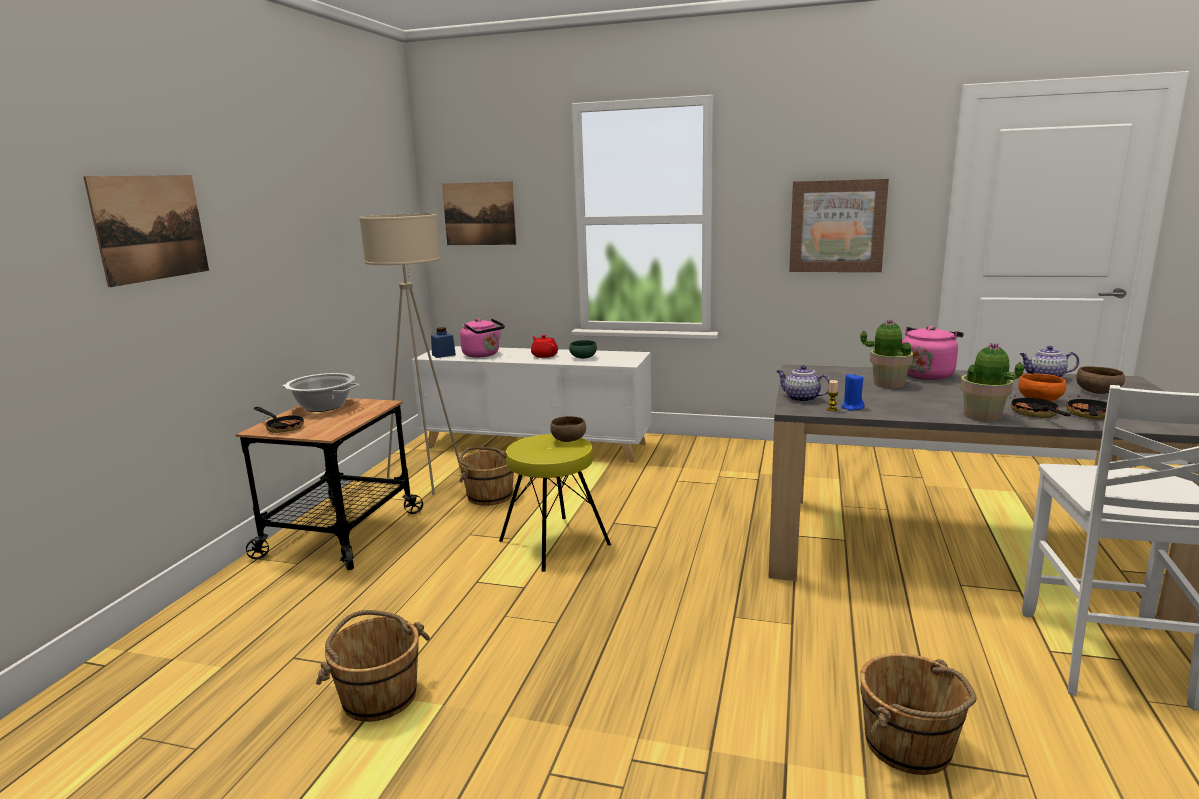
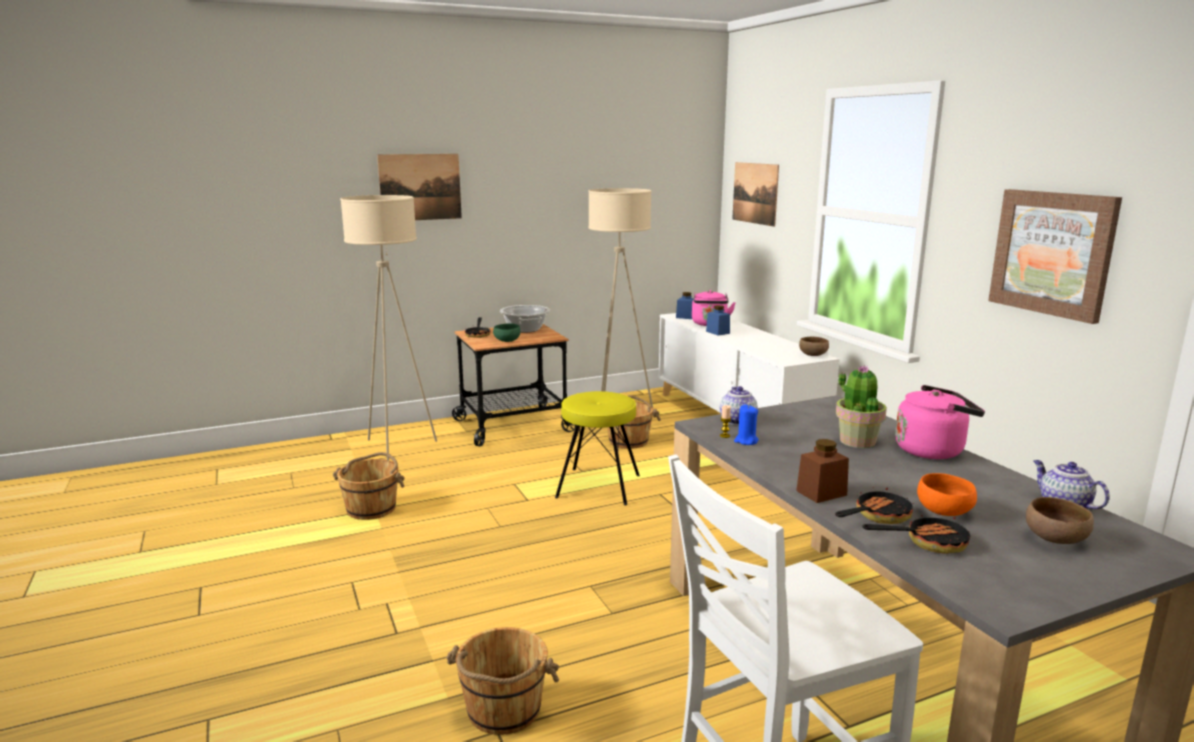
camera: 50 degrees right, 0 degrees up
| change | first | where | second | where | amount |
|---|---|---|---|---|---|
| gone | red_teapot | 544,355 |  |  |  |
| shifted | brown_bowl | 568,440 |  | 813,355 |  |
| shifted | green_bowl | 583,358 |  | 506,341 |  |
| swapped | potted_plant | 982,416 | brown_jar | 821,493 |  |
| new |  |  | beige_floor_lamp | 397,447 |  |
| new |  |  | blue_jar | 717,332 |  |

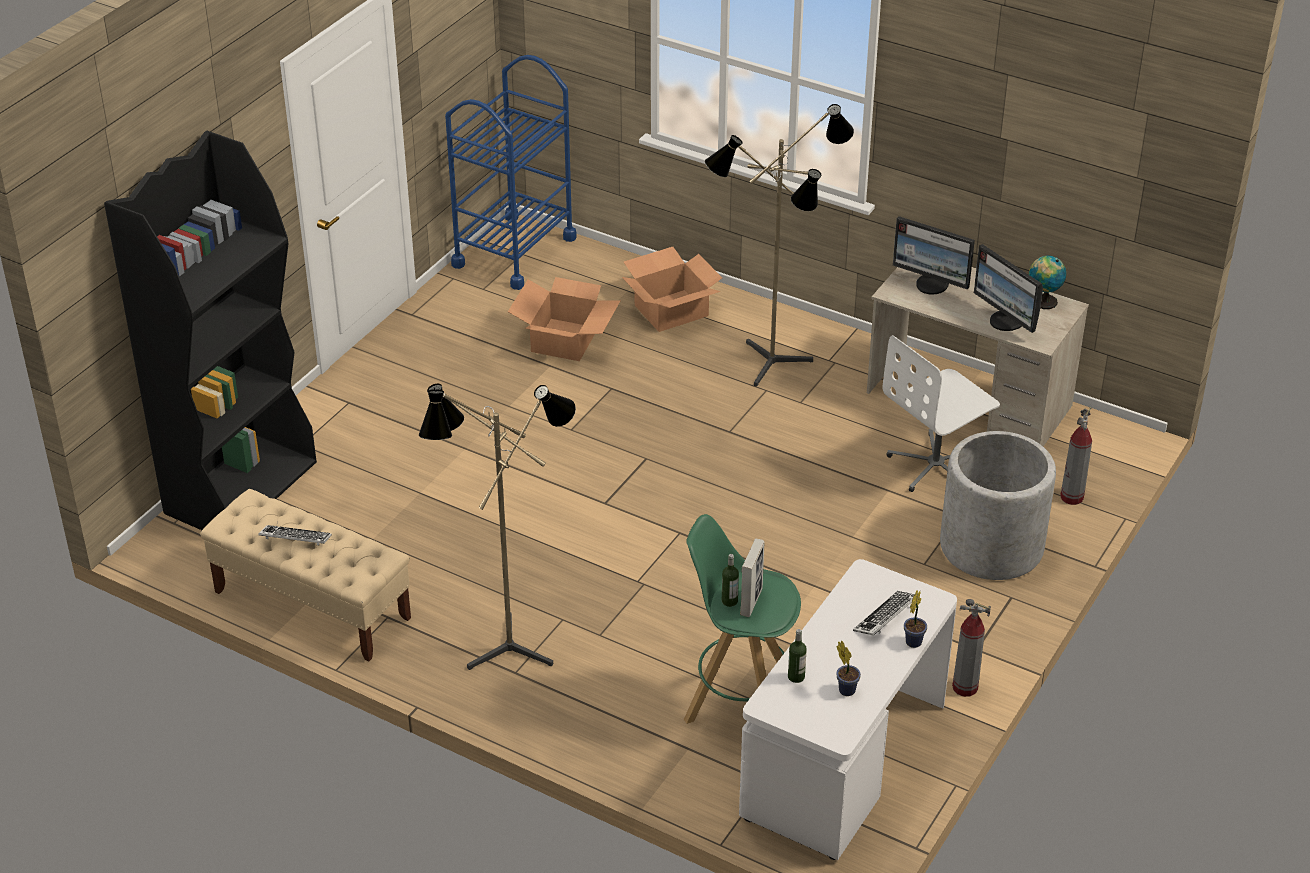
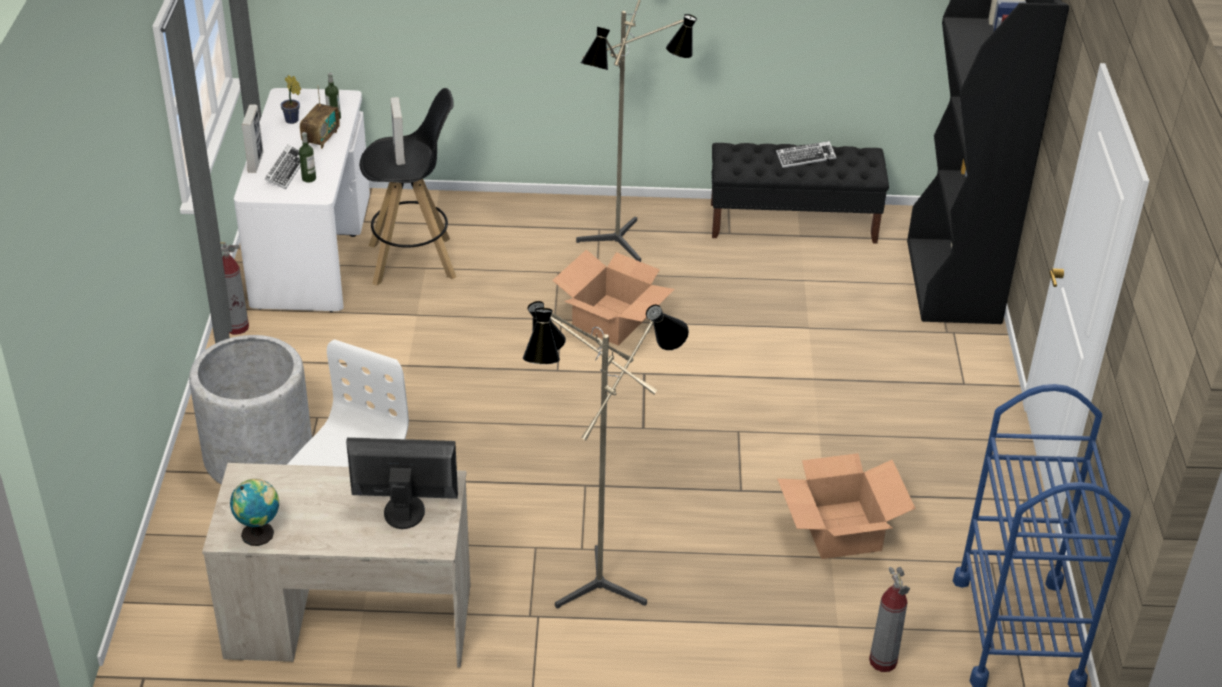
camera: 150 degrees right, 0 degrees up
| change | first | where | second | where | amount |
|---|---|---|---|---|---|
| repainted | beige_bench | 311,605 | black_bench | 793,223 |  |
| shifted | cardboard_box | 670,310 |  | 612,320 |  |
| repainted | green_stool | 740,704 | black_stool | 413,261 |  |
| shifted | bottle | 729,601 |  | 309,178 |  |
| swapped | potted_plant | 914,641 | picture_frame | 255,162 |  |
| gone | monitor | 1006,321 |  |  |  |
| shifted | fire_extinguisher | 1071,497 |  | 882,661 |  |
| new |  |  | radio | 321,138 |  |

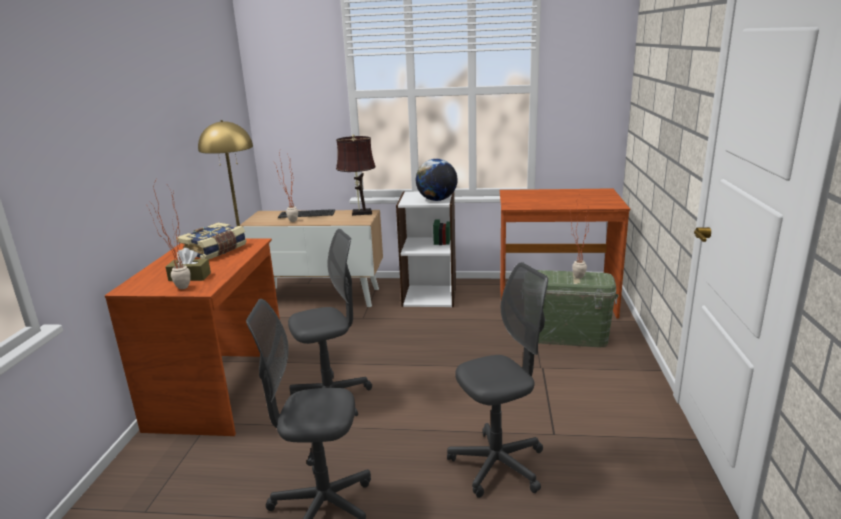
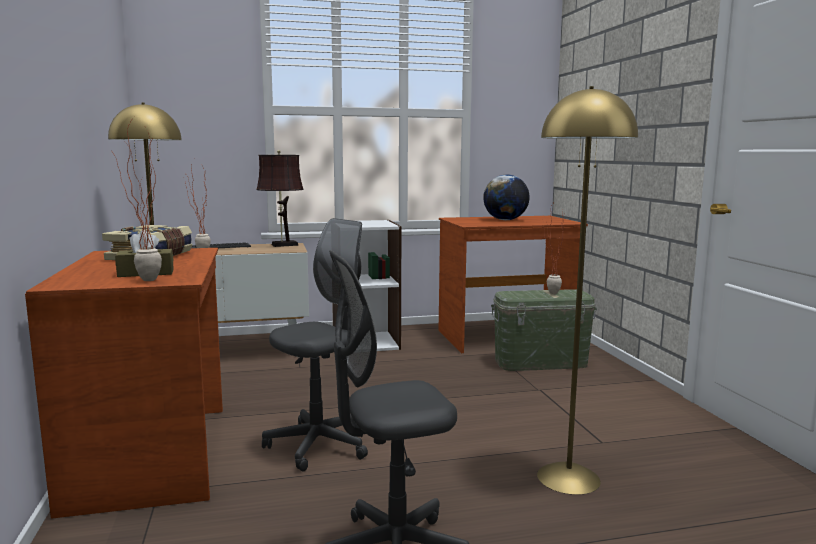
camera: 20 degrees left, 10 degrees down
| change | first | where | second | where | amount |
|---|---|---|---|---|---|
| shifted | globe | 437,200 |  | 505,220 |  |
| swapped | grey_office_chair | 498,465 | yellow_floor_lamp | 568,478 |  |

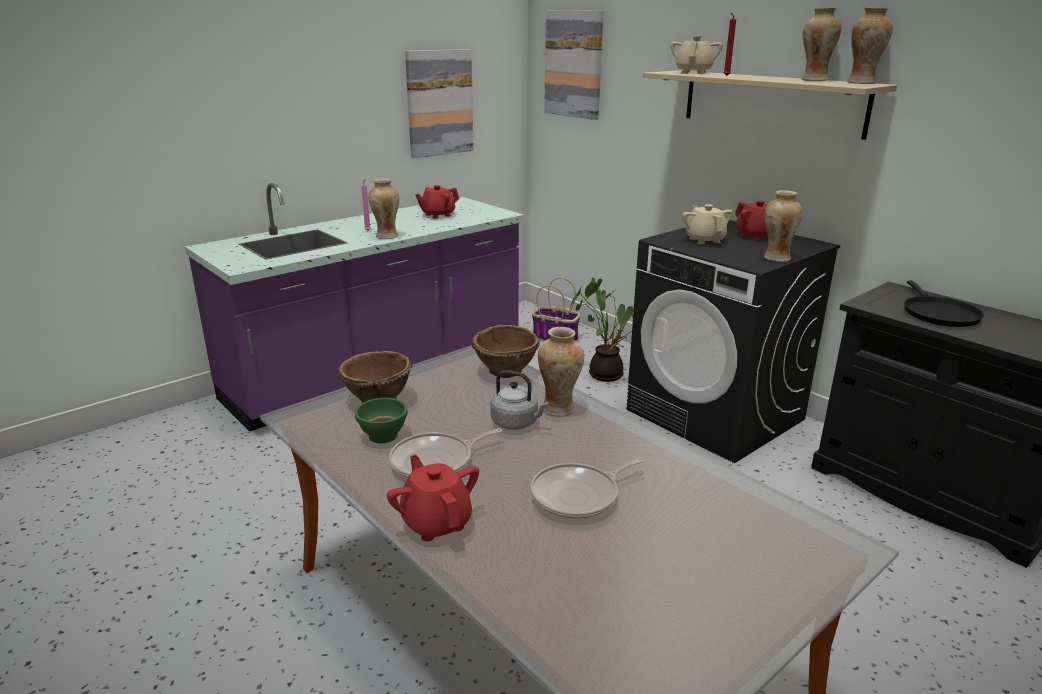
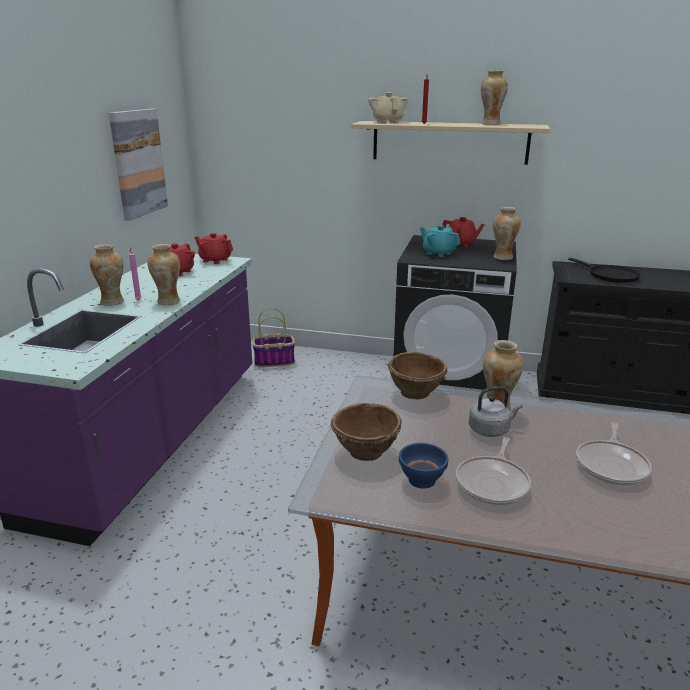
camera: 35 degrees left, 0 degrees up
| change | first | where | second | where | amount |
|---|---|---|---|---|---|
| repainted | green_bowl | 382,436 | blue_bowl | 421,480 |  |
| shifted | red_teapot | 436,522 |  | 215,260 |  |
| gone | picture | 574,64 |  |  |  |
| gone | potted_plant | 607,374 |  |  |  |
| repainted | beige_teapot | 704,240 | turquoise_teapot | 438,253 |  |
| shifted | vase | 862,83 |  | 113,302 |  |

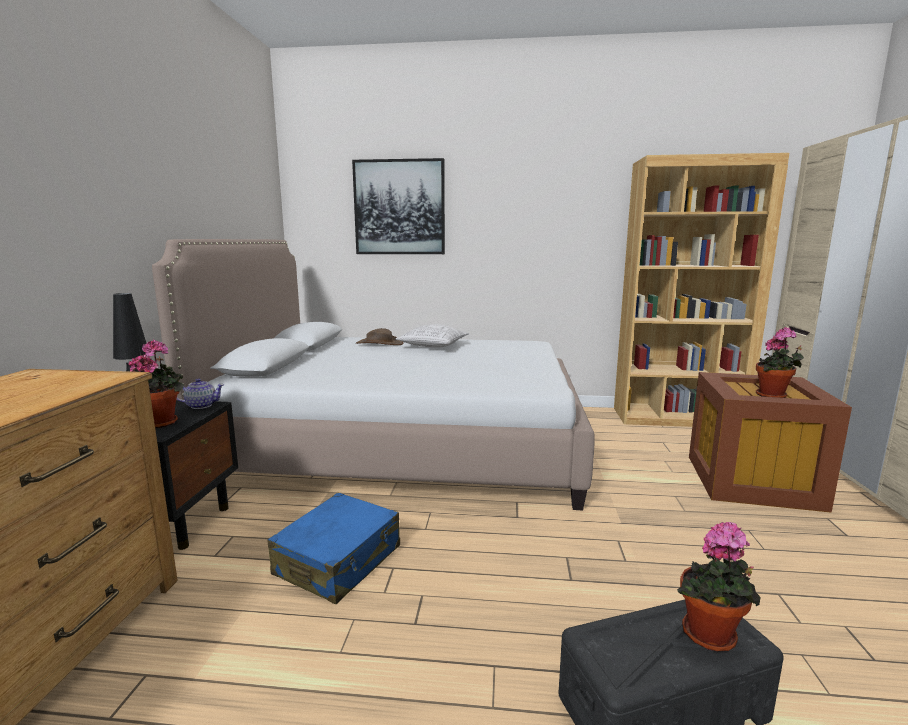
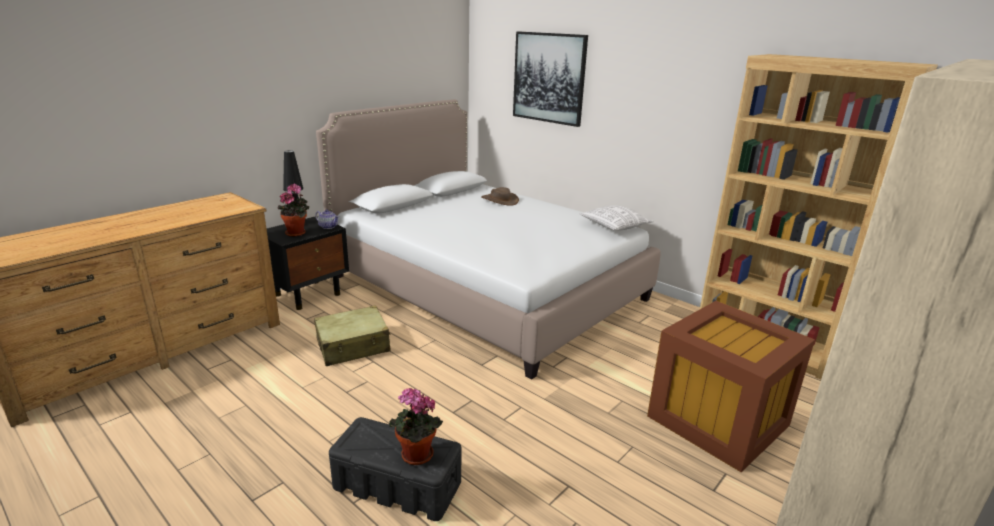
camera: 35 degrees right, 10 degrees up
| change | first | where | second | where | amount |
|---|---|---|---|---|---|
| repainted | blue_suitcase | 339,561 | beige_suitcase | 353,346 |  |
| shifted | pillow | 432,346 |  | 614,227 |  |
| gone | potted_plant | 773,396 |  |  |  |

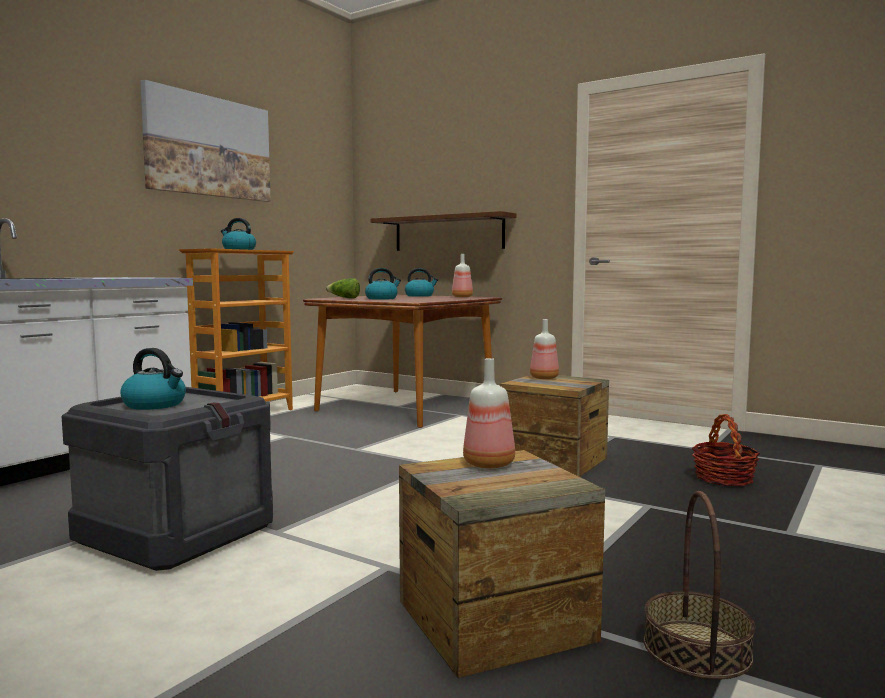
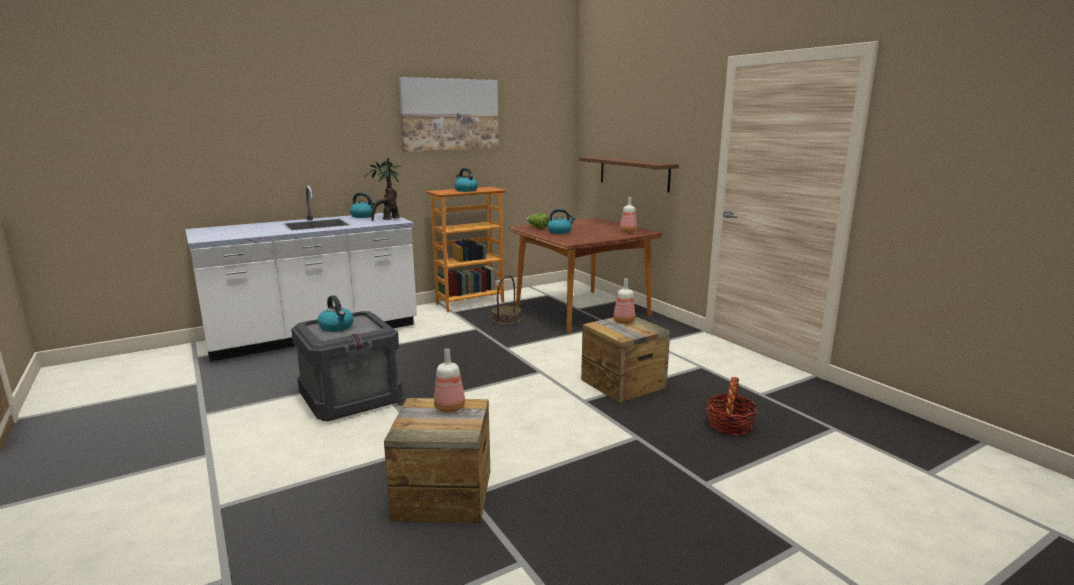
camera: 25 degrees right, 10 degrees up
| change | first | where | second | where | amount |
|---|---|---|---|---|---|
| shifted | kettle | 420,296 |  | 363,216 |  |
| shifted | basket | 697,649 |  | 506,319 |  |
| new |  |  | potted_plant | 388,219 |  |

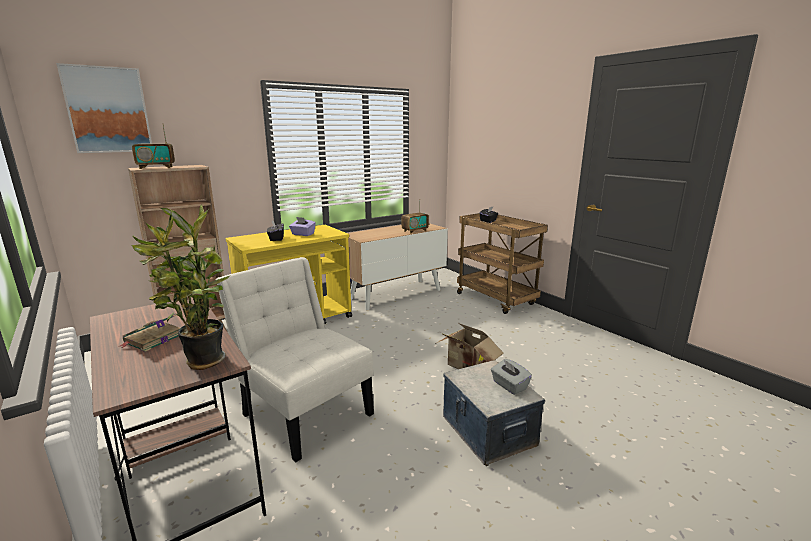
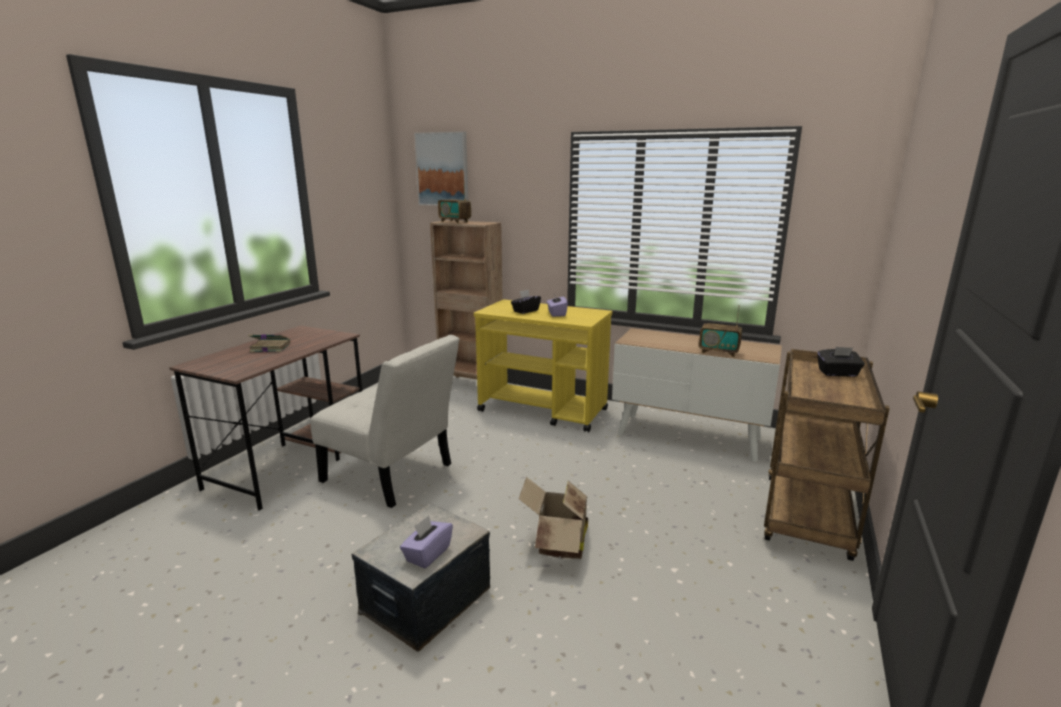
camera: 60 degrees right, 0 degrees up
| change | first | where | second | where | amount |
|---|---|---|---|---|---|
| gone | potted_plant | 201,363 |  |  |  |
| rotated | white_chair | 304,411 |  | 392,475 | 105 degrees clockwise |
| repainted | grey_tissue_box | 509,385 | purple_tissue_box | 427,554 |  |

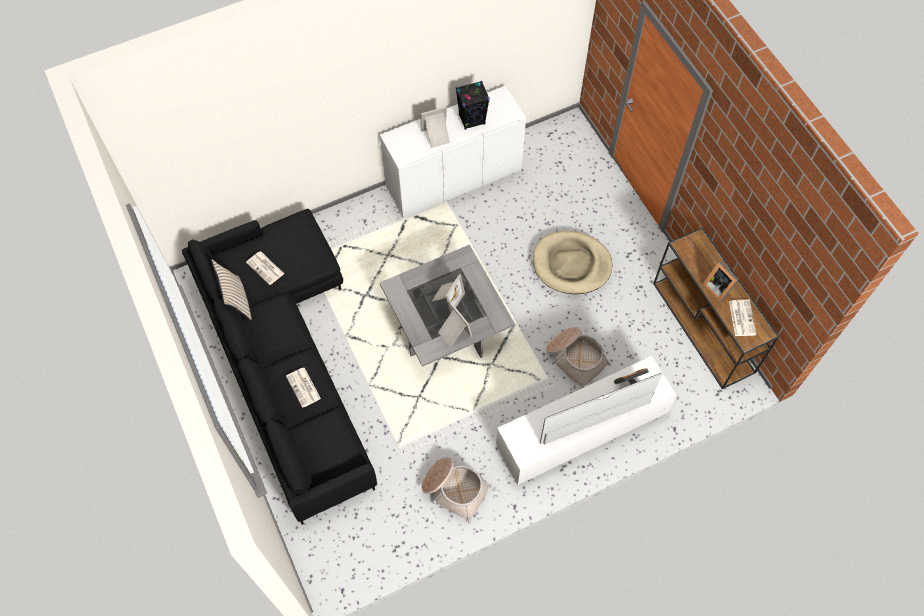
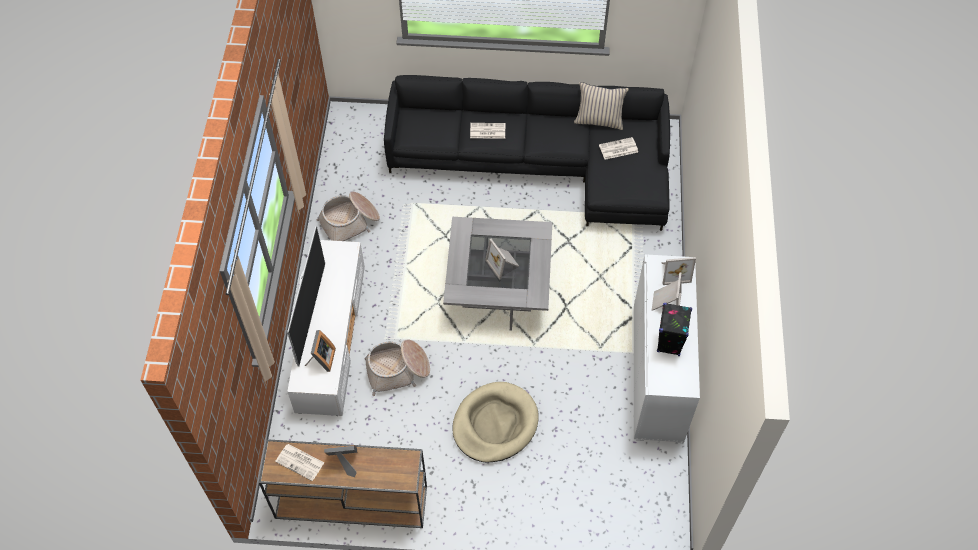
camera: 120 degrees right, 5 degrees down
| change | first | where | second | where | amount |
|---|---|---|---|---|---|
| shifted | picture_frame | 453,333 |  | 674,272 |  |

